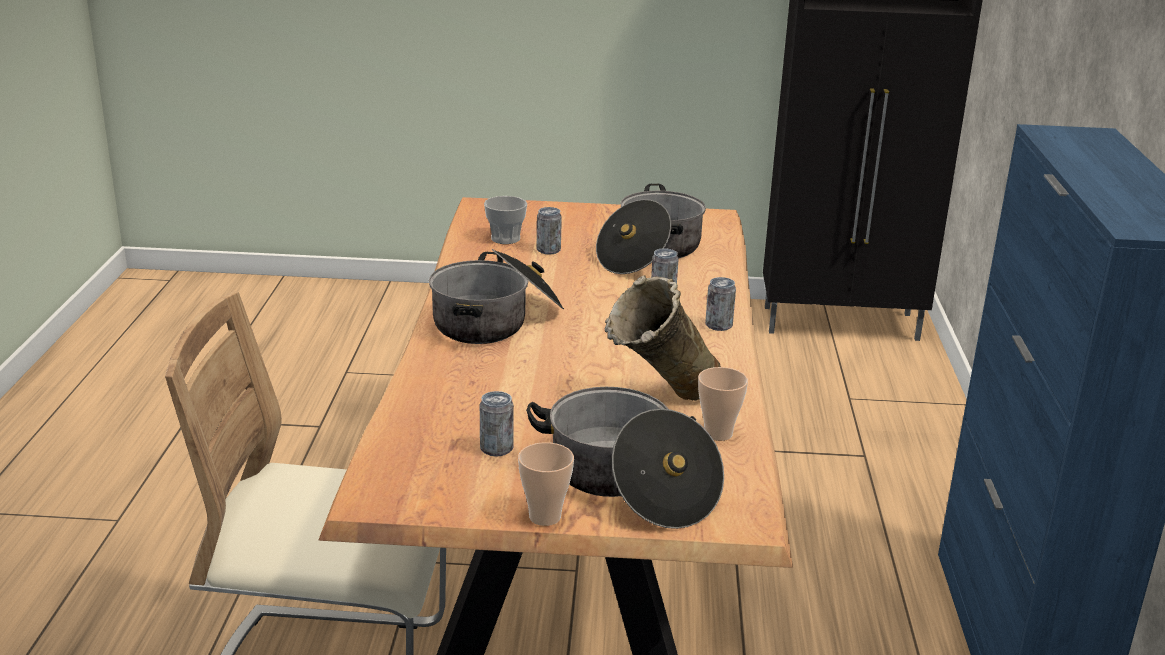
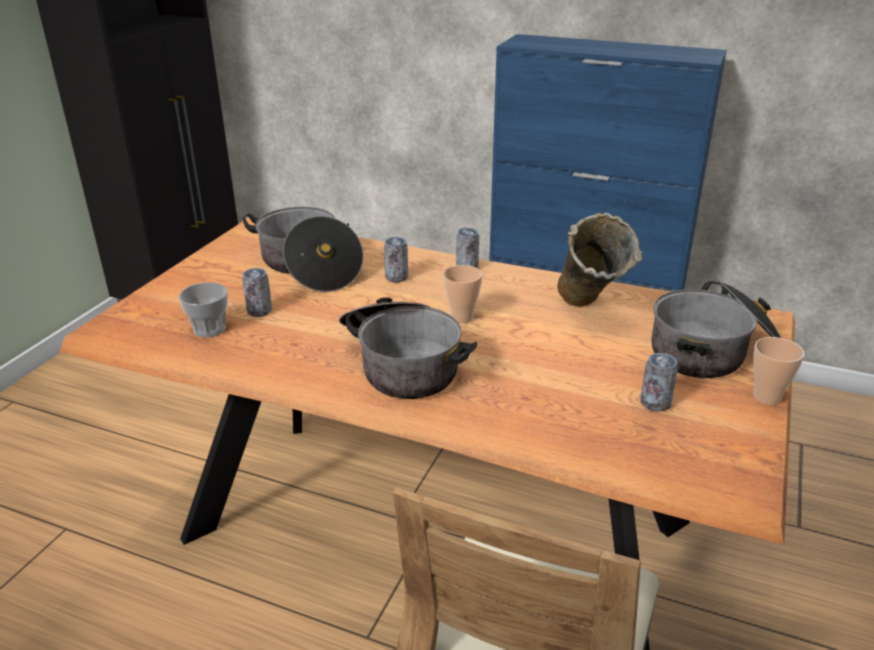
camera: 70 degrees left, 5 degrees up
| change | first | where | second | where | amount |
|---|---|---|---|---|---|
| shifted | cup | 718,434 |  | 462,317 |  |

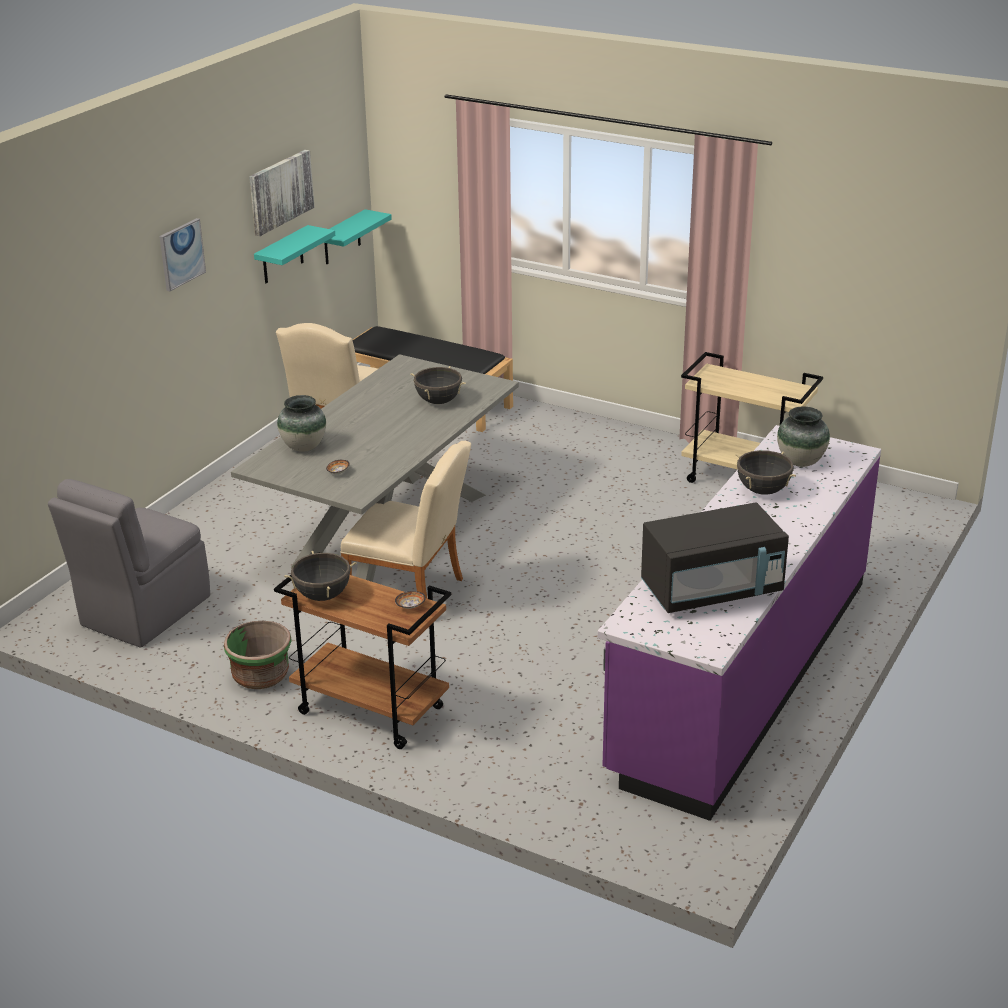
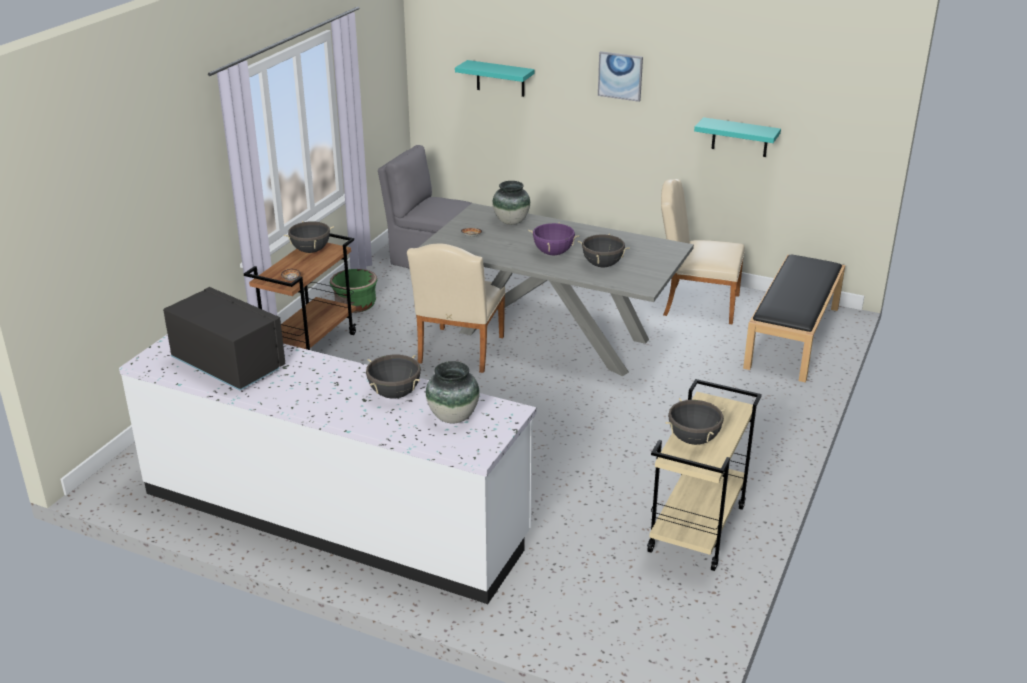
camera: 85 degrees right, 0 degrees up
| change | first | where | second | where | amount |
|---|---|---|---|---|---|
| gone | picture | 280,191 |  |  |  |
| shifted | turquoise_shelf | 342,238 |  | 500,78 |  |
| repainted | purple_counter | 741,674 | white_counter | 334,515 |  |
| rotated | black_microwave | 711,590 |  | 228,365 | 150 degrees clockwise |
| new |  |  | purple_cooking_pot | 553,253 |  |
| new |  |  | black_cooking_pot | 693,439 |  |

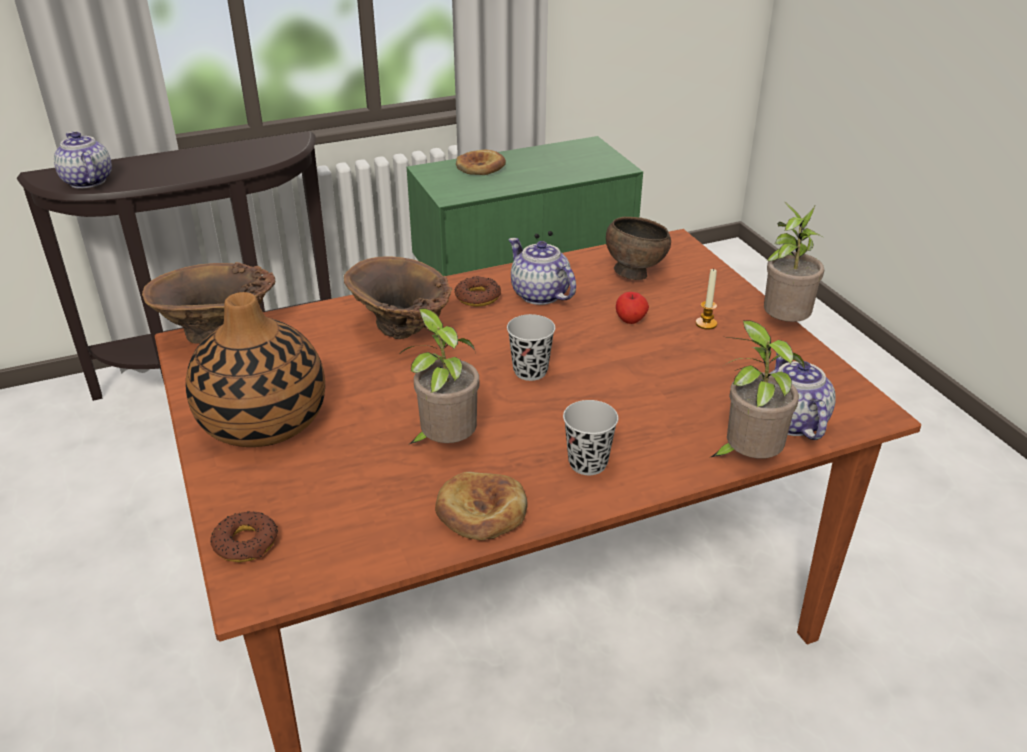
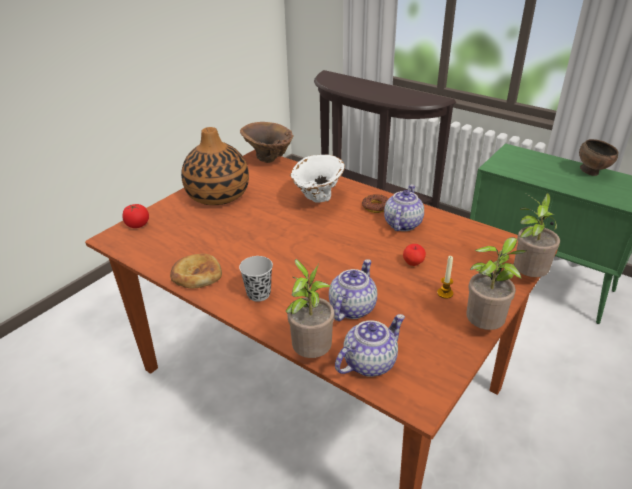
camera: 60 degrees right, 0 degrees up
| change | first | where | second | where | amount |
|---|---|---|---|---|---|
| shifted | teapot | 87,181 |  | 352,307 |  |
| swapped | donut | 246,543 | tomato | 137,224 |  |
| repainted | brown_vase | 401,334 | white_vase | 317,199 |  |
| shifted | potted_plant | 445,444 |  | 526,277 |  |
| gone | bread | 480,167 |  |  |  |
| gone | black_cup | 530,371 |  |  |  |
| shifted | brown_bowl | 634,274 |  | 592,172 |  |

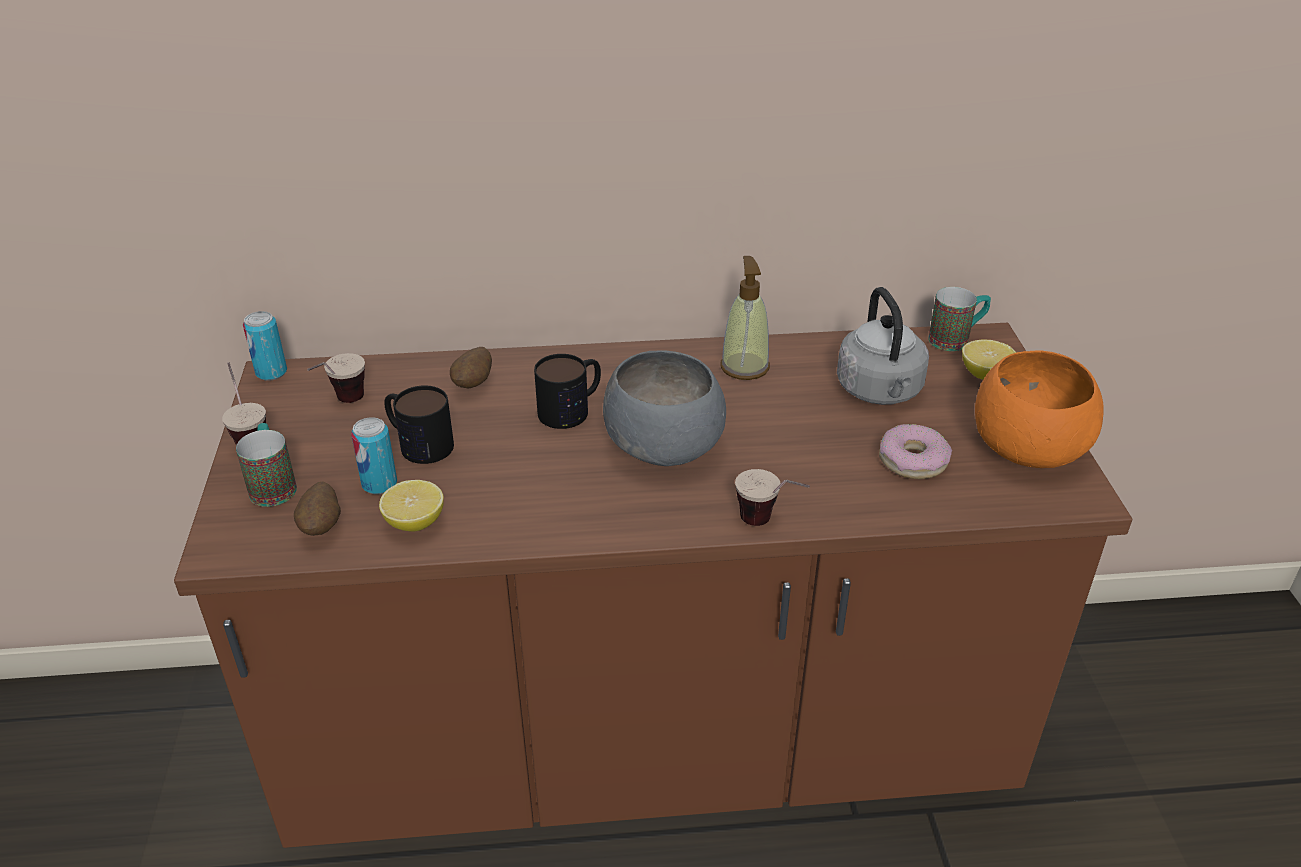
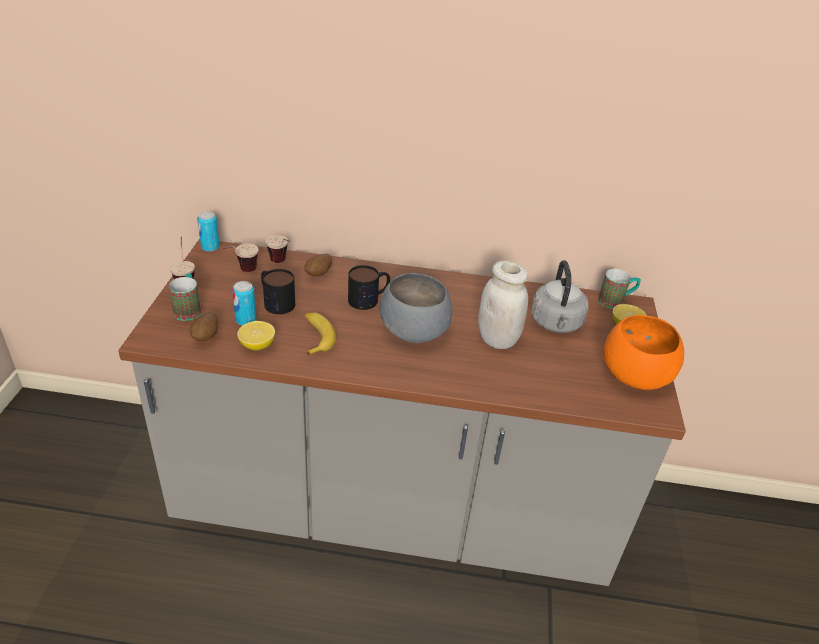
camera: 10 degrees right, 0 degrees up
| change | first | where | second | where | amount |
|---|---|---|---|---|---|
| repainted | brown_counter | 650,746 | grey_counter | 393,509 |  |
| gone | soap_dispenser | 744,366 |  |  |  |
| shifted | cup | 769,525 |  | 281,263 |  |
| gone | donut | 913,460 |  |  |  |
| new |  |  | banana | 316,337 |  |
| new |  |  | white_jar | 497,340 |  |

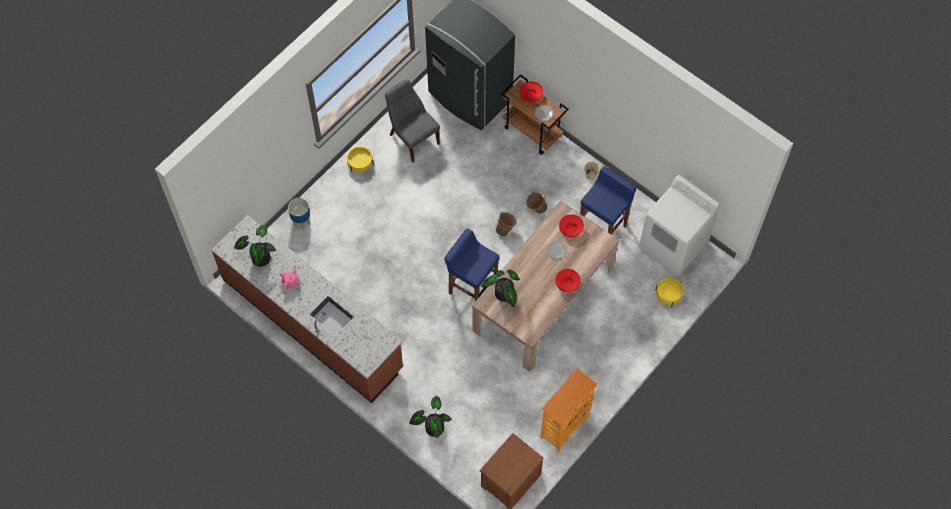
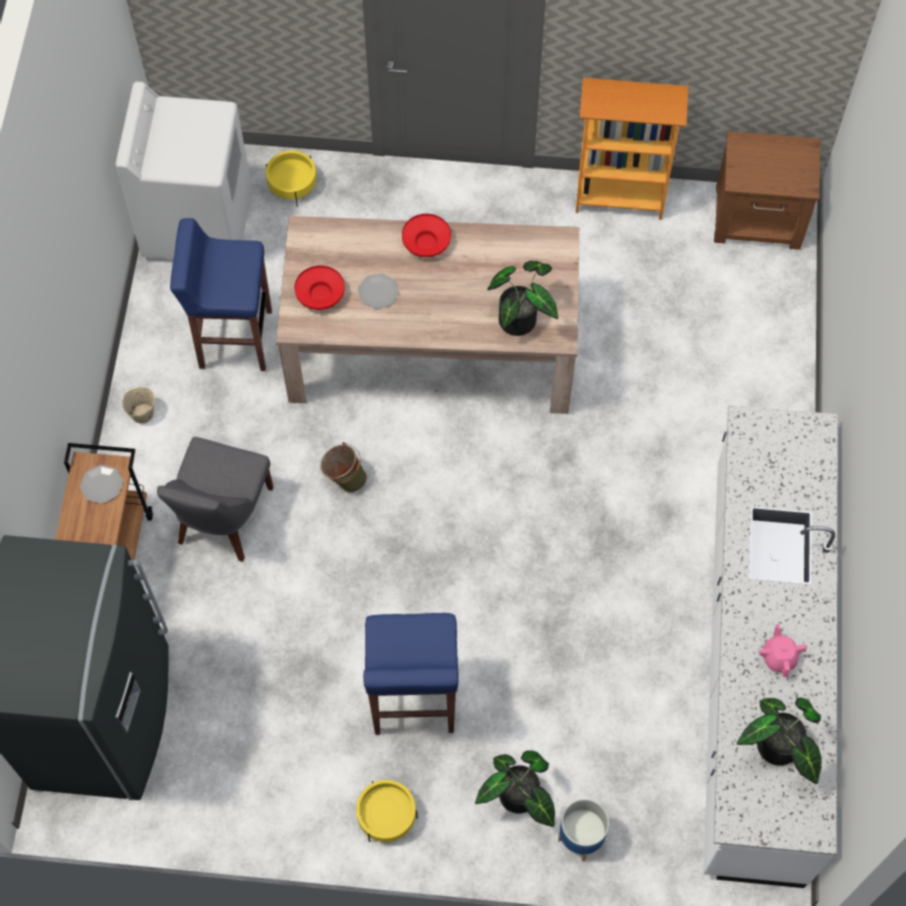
camera: 125 degrees left, 0 degrees up
| change | first | where | second | where | amount |
|---|---|---|---|---|---|
| repainted | brown_counter | 312,323 | white_counter | 754,668 |  |
| shifted | grey_chair | 412,137 |  | 222,519 |  |
| shifted | potted_plant | 432,427 |  | 519,799 |  |
| shifted | blue_stool | 472,288 |  | 413,700 |  |
| gone | red_bowl | 531,95 |  |  |  |
| gone | green_bucket | 536,209 |  |  |  |

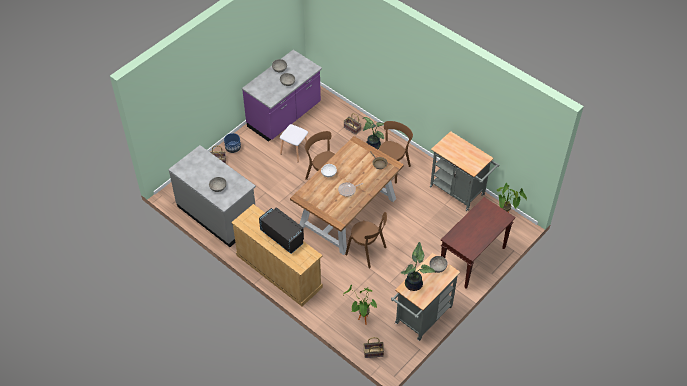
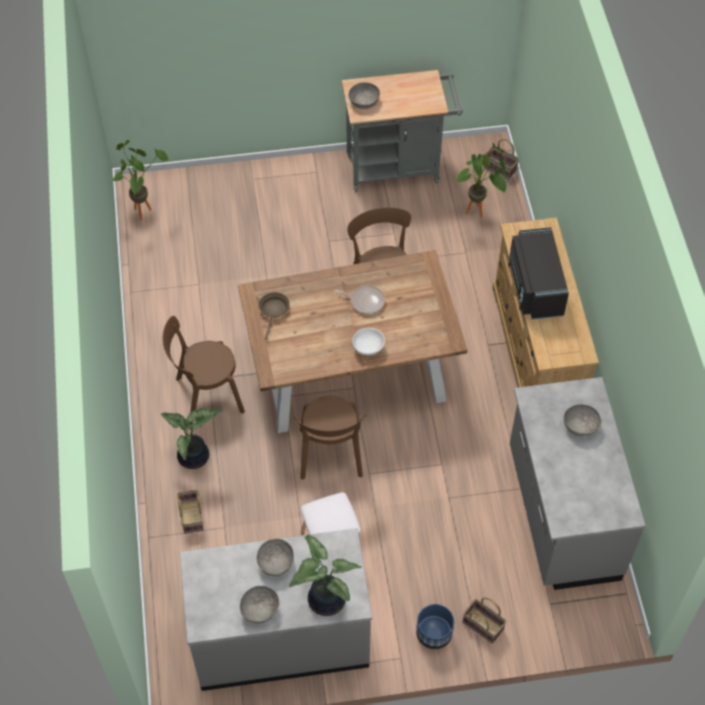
camera: 140 degrees left, 5 degrees up
| change | first | where | second | where | amount |
|---|---|---|---|---|---|
| repainted | purple_counter | 284,116 | grey_counter | 280,636 |  |
| shifted | potted_plant | 414,283 |  | 324,599 |  |
| gone | grey_cart | 460,192 |  |  |  |
| gone | brown_console_table | 472,259 |  |  |  |

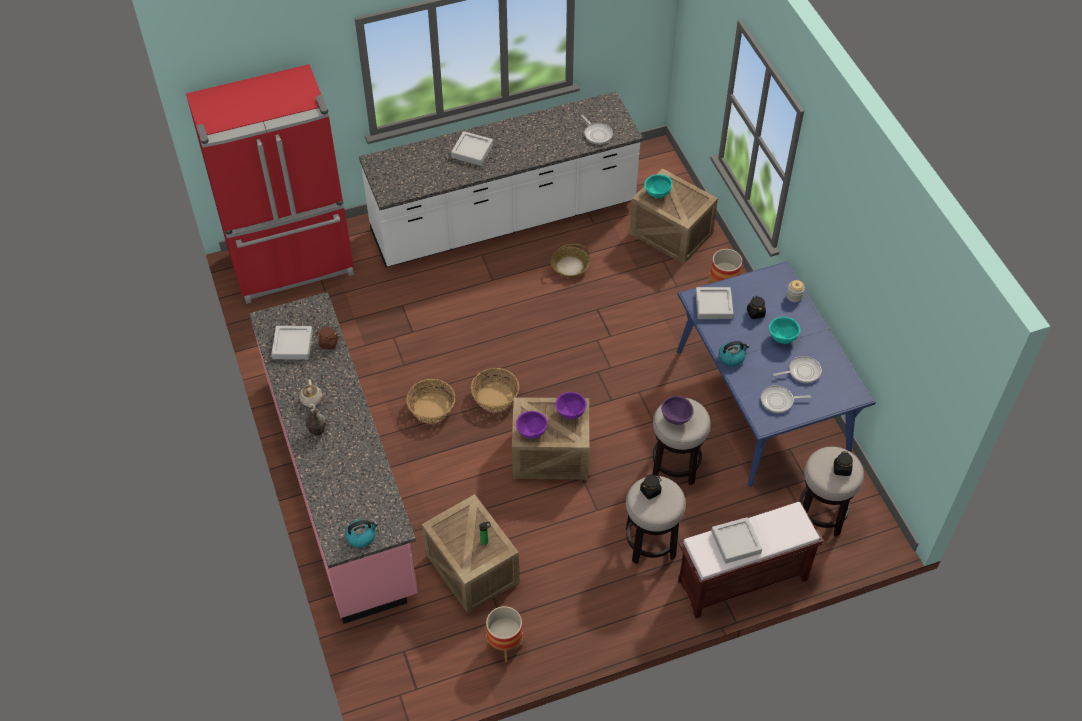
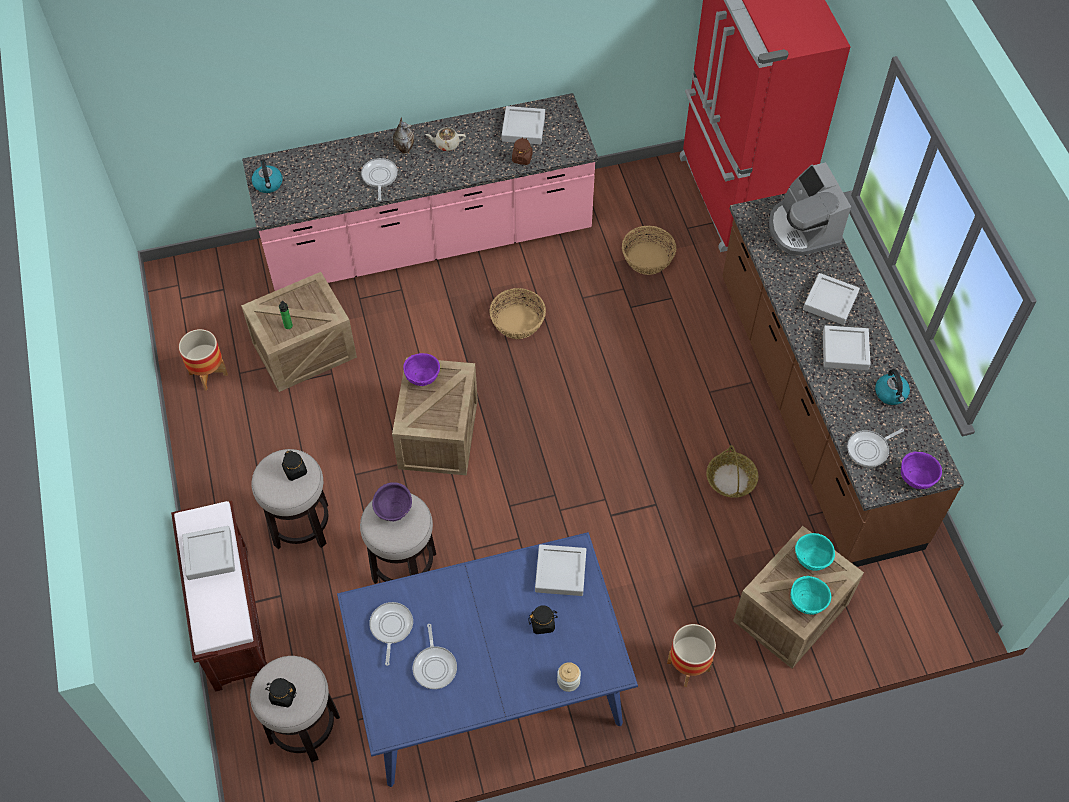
camera: 95 degrees right, 5 degrees up
| change | first | where | second | where | amount |
|---|---|---|---|---|---|
| repainted | white_counter | 504,219 | brown_counter | 814,410 |  |
| shifted | basket | 495,397 |  | 648,258 |  |
| shifted | purple_bowl | 570,413 |  | 916,479 |  |
| shifted | kettle | 731,357 |  | 891,394 |  |
| shifted | turquoise_bowl | 782,338 |  | 807,603 |  |
| new |  |  | frying_pan | 379,177 |  |
| new |  |  | coffee_machine | 802,229 |  |
| new |  |  | grey_tray | 845,350 |  |

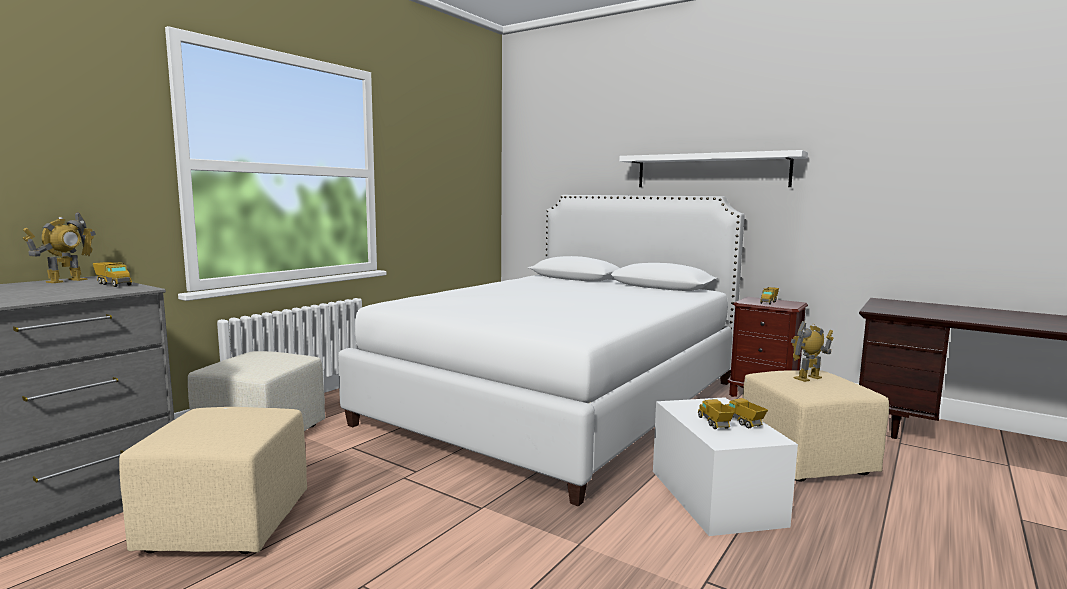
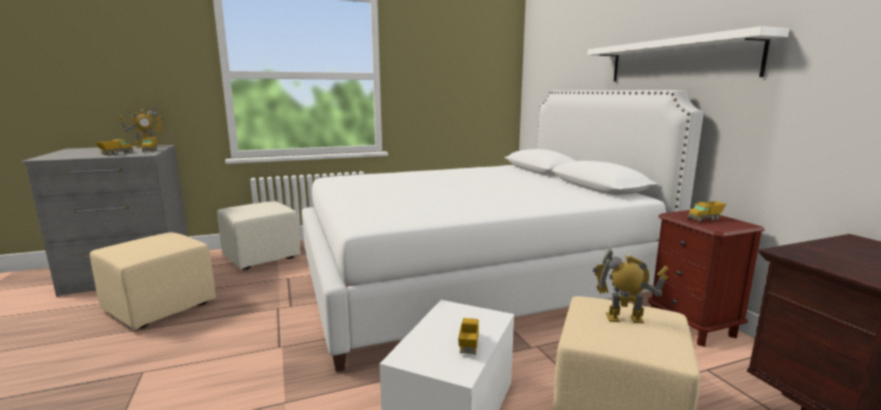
camera: 35 degrees right, 5 degrees up
| change | first | where | second | where | amount |
|---|---|---|---|---|---|
| shifted | toy_truck | 714,423 |  | 116,154 |  |

